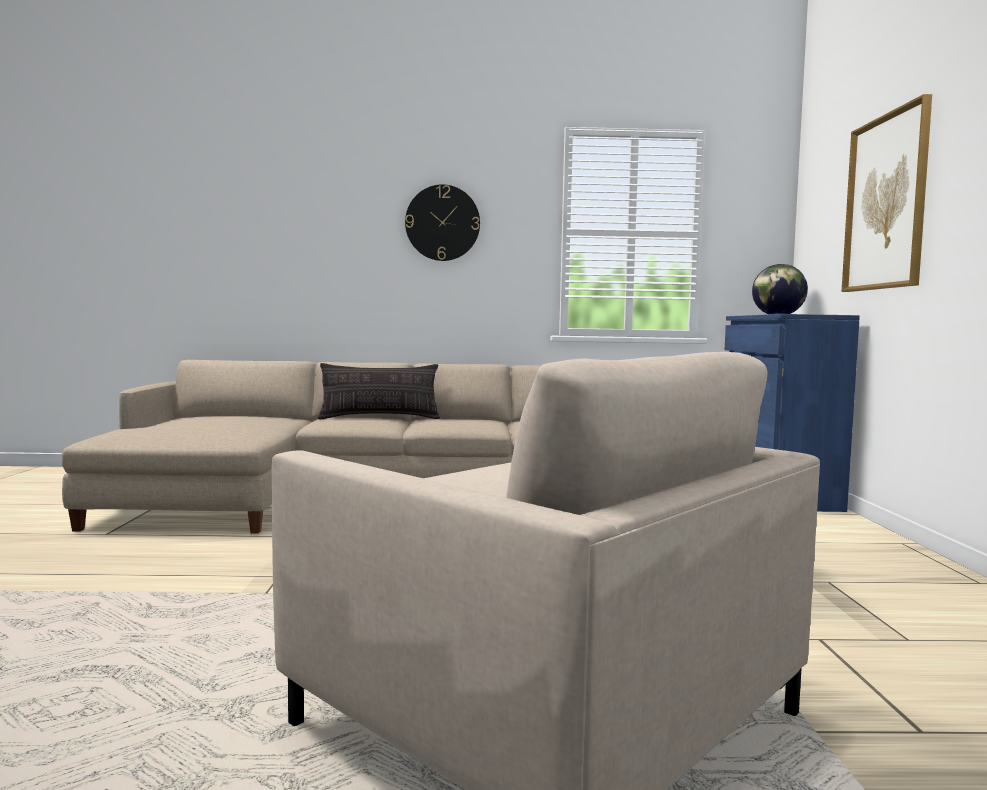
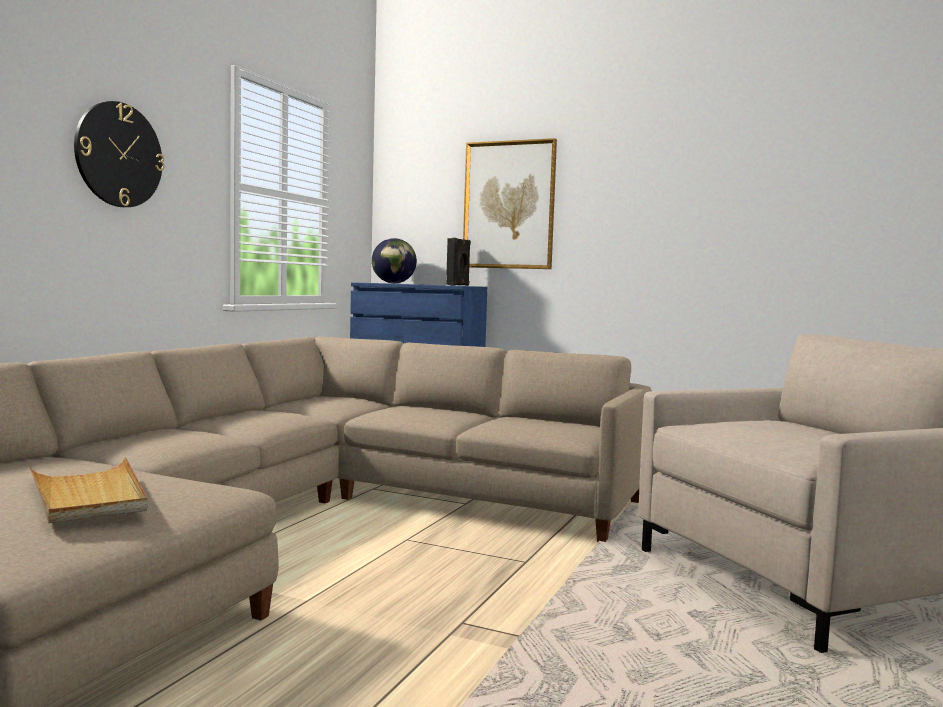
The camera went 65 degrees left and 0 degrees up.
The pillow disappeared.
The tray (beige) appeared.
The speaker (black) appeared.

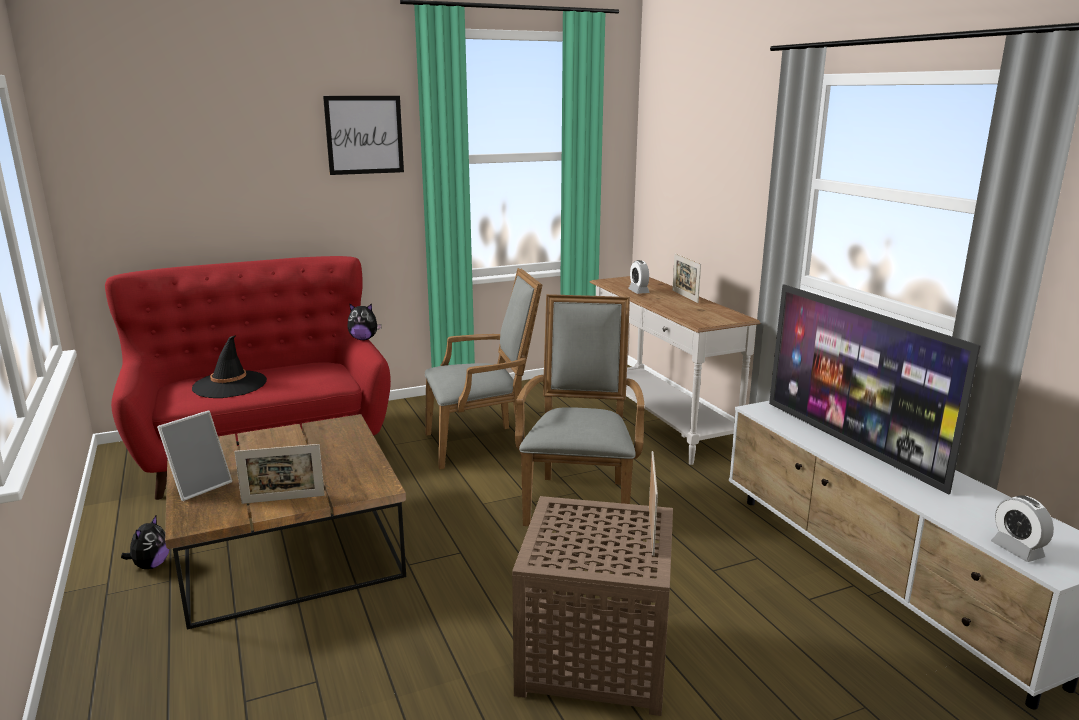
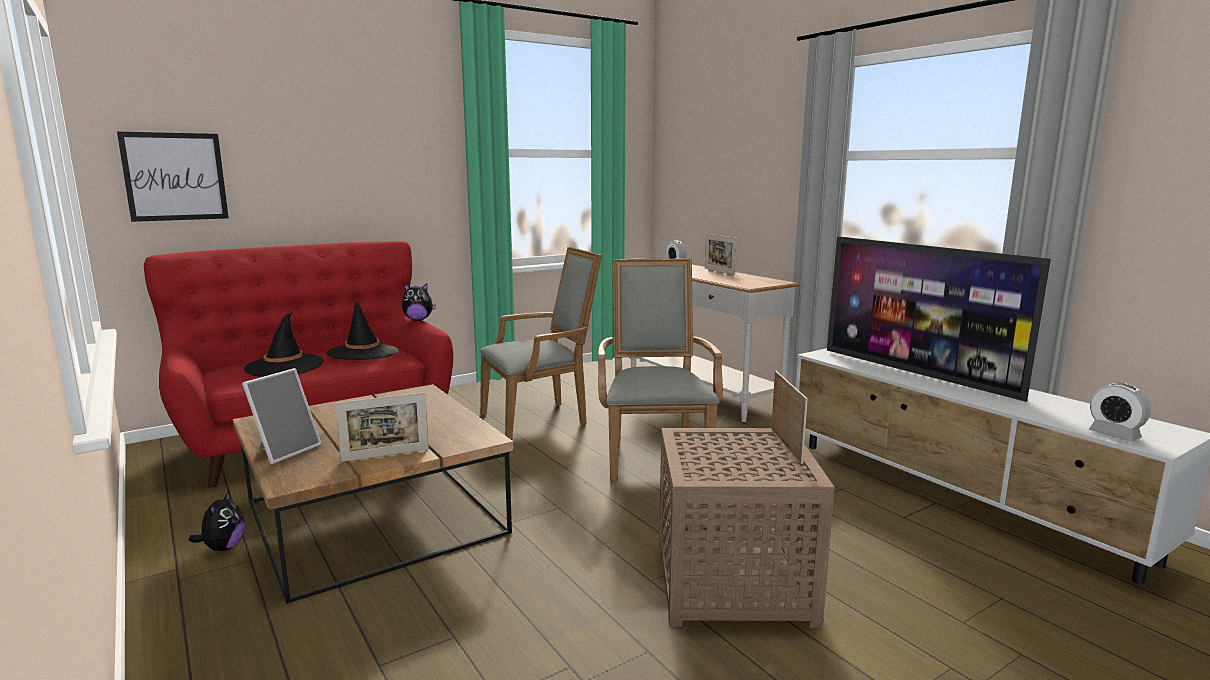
The camera went 10 degrees left and 5 degrees down.
The hat (black) (2nd from left) appeared.
The picture moved.

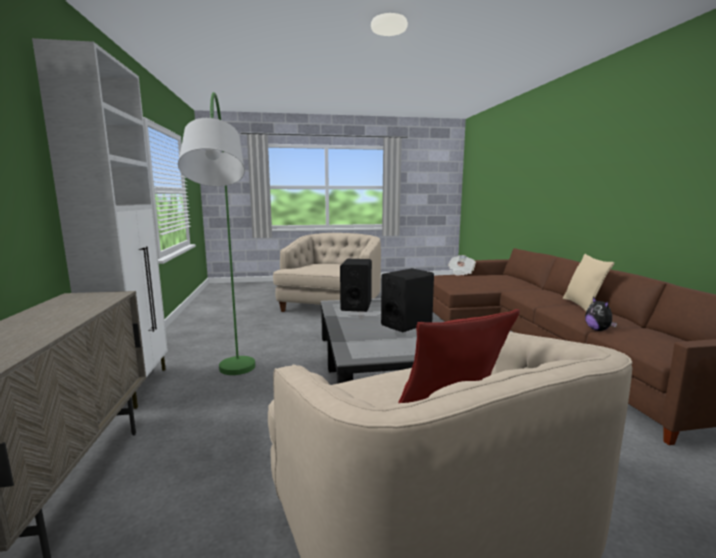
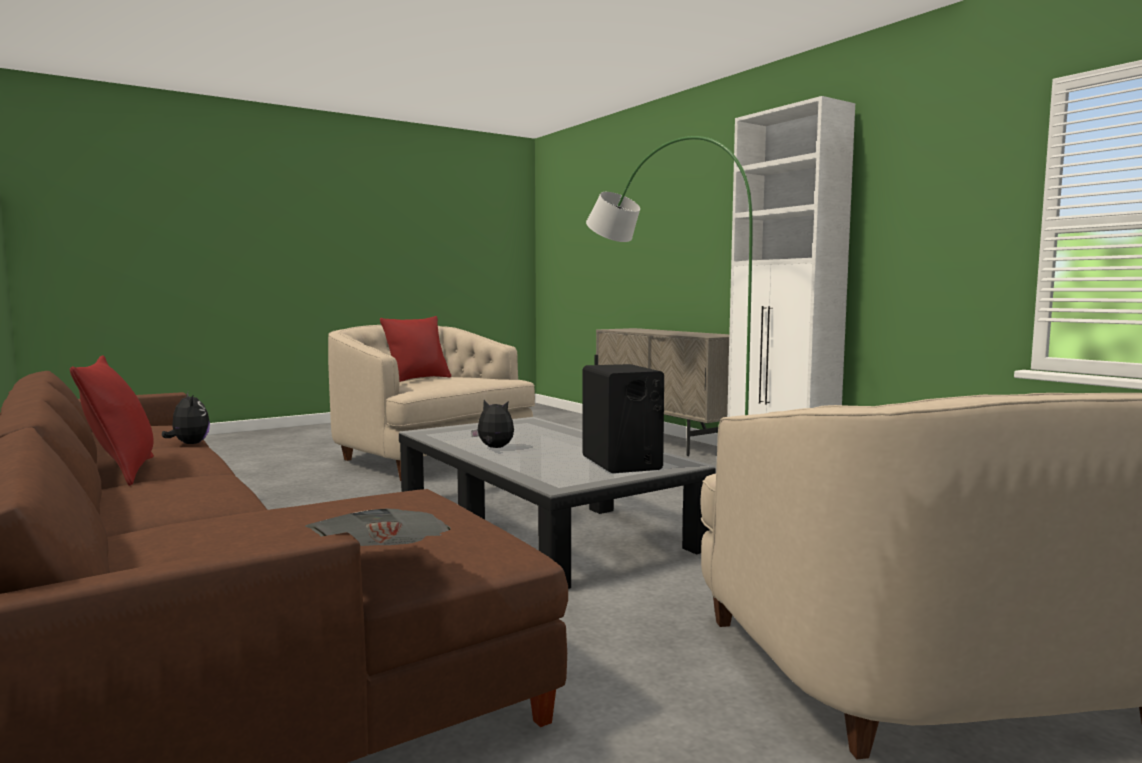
The camera went 155 degrees right and 5 degrees down.
The speaker (black) (2nd from left) was replaced by the plush toy (2nd from left).
The pillow (beige) became the pillow (red) (1st from left).

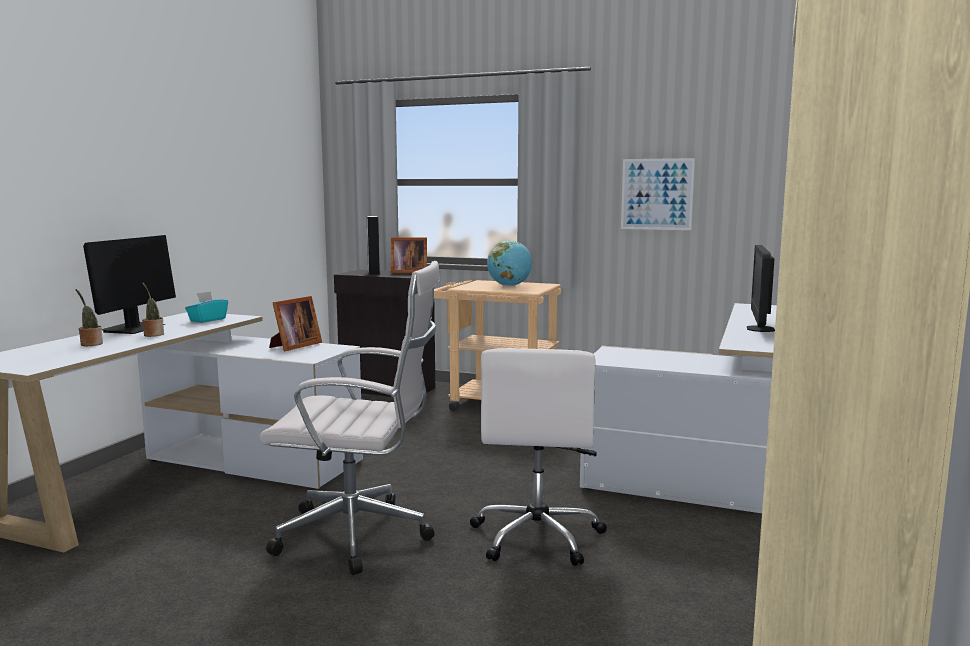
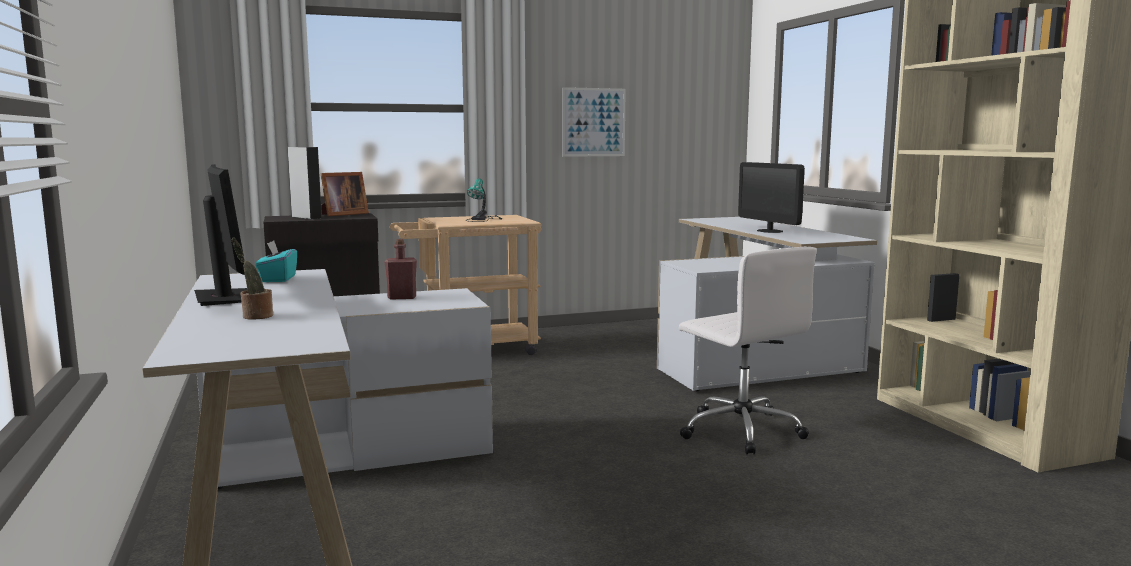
The camera went 40 degrees left and 0 degrees up.
The potted plant (2nd from left) disappeared.
The office chair (white) (1st from left) disappeared.
The picture frame (1st from left) was replaced by the bottle (red).
The globe was replaced by the table lamp.

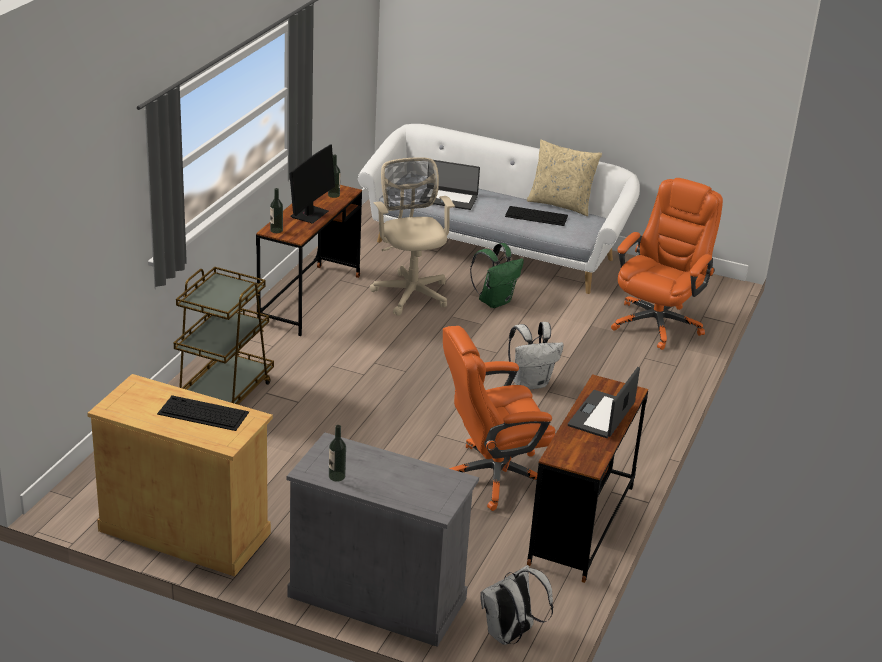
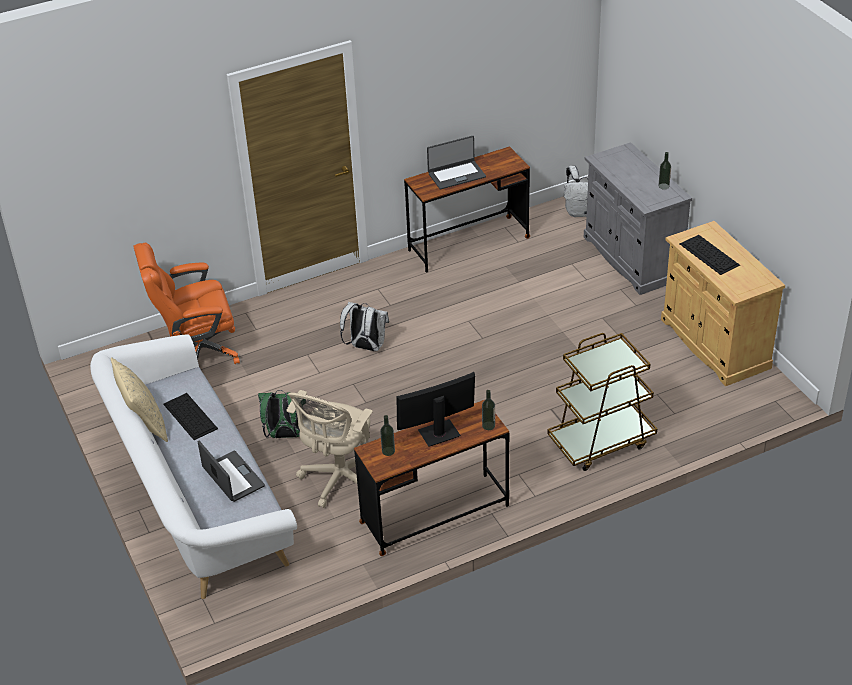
The camera went 135 degrees left and 10 degrees up.
The office chair (orange) (1st from left) disappeared.

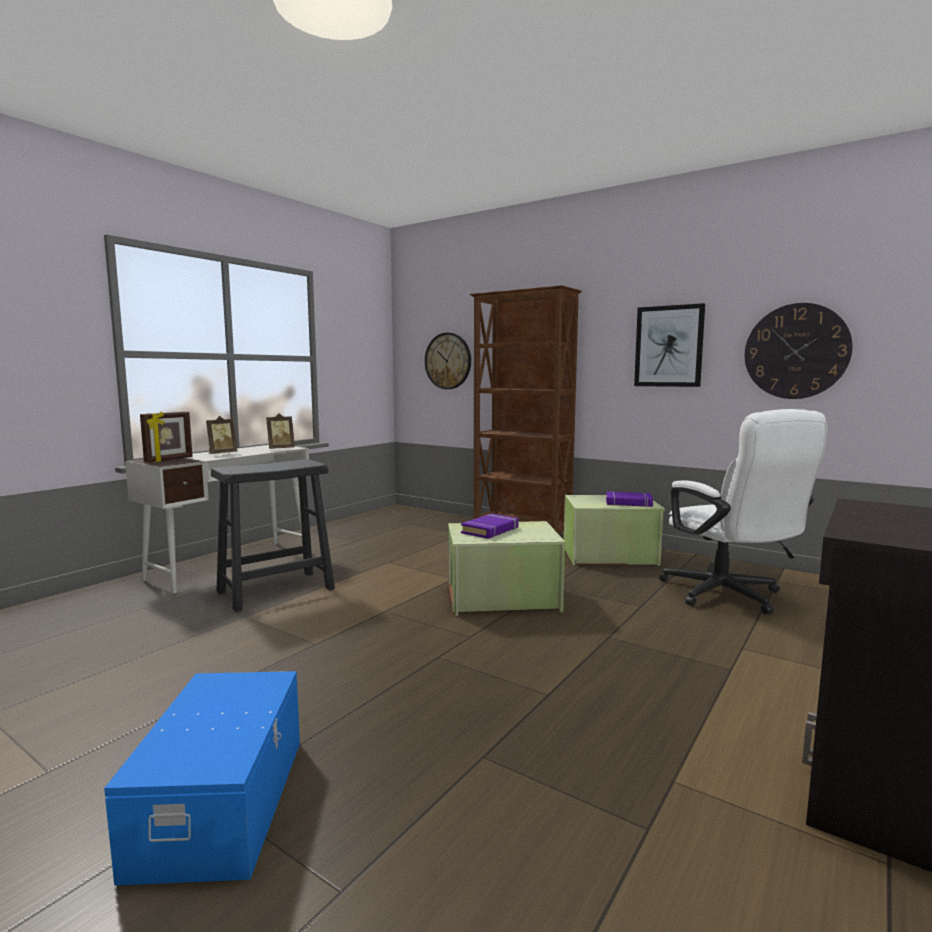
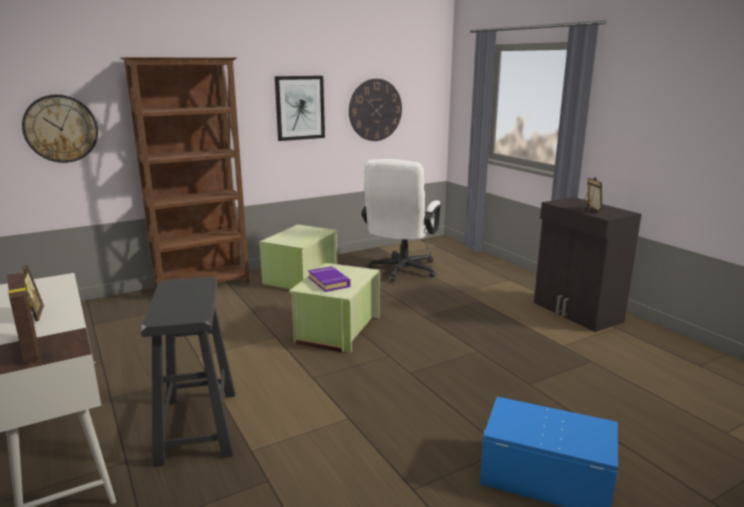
The camera went 65 degrees left and 10 degrees up.
The book (purple) (2nd from left) disappeared.
The picture frame (3rd from left) moved.
The office chair (white) turned 105 degrees clockwise.

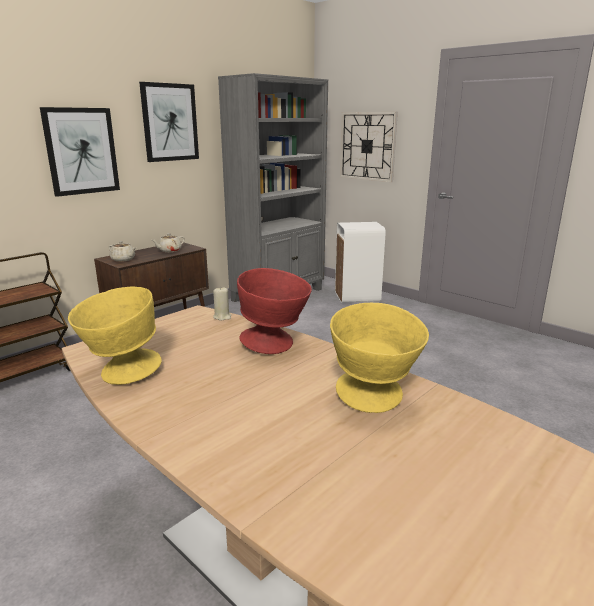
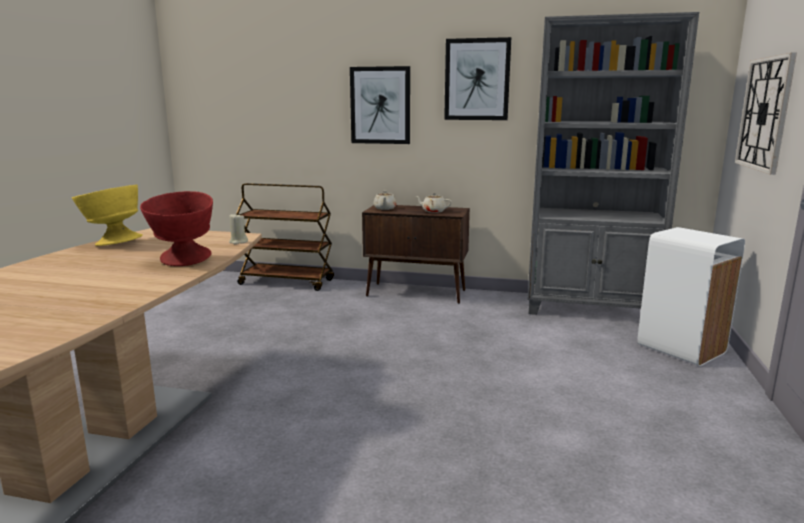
The camera went 60 degrees right and 5 degrees down.
The bowl (yellow) (2nd from left) disappeared.

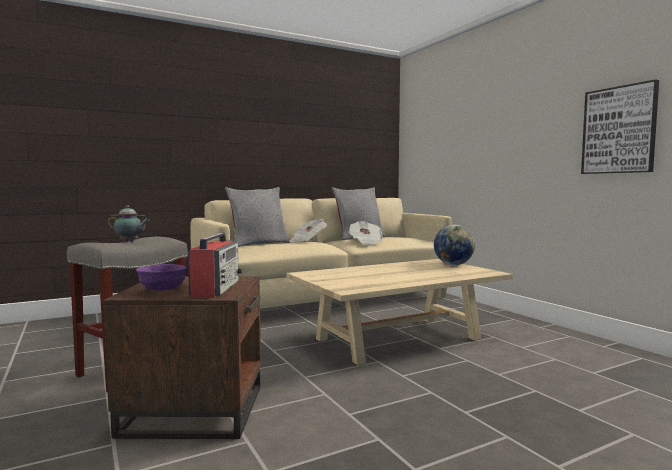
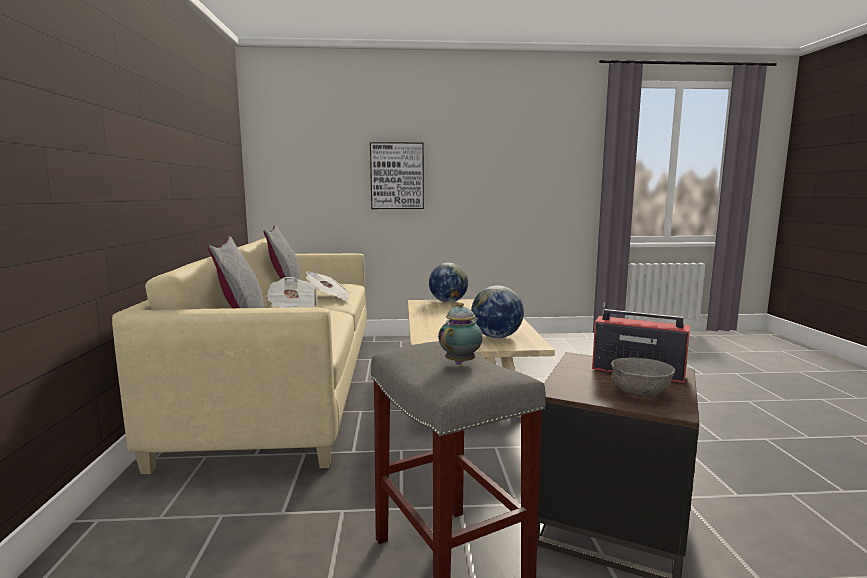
The camera went 65 degrees left and 5 degrees up.
The globe (2nd from left) appeared.
The picture moved.
The bowl (purple) became the bowl (grey).

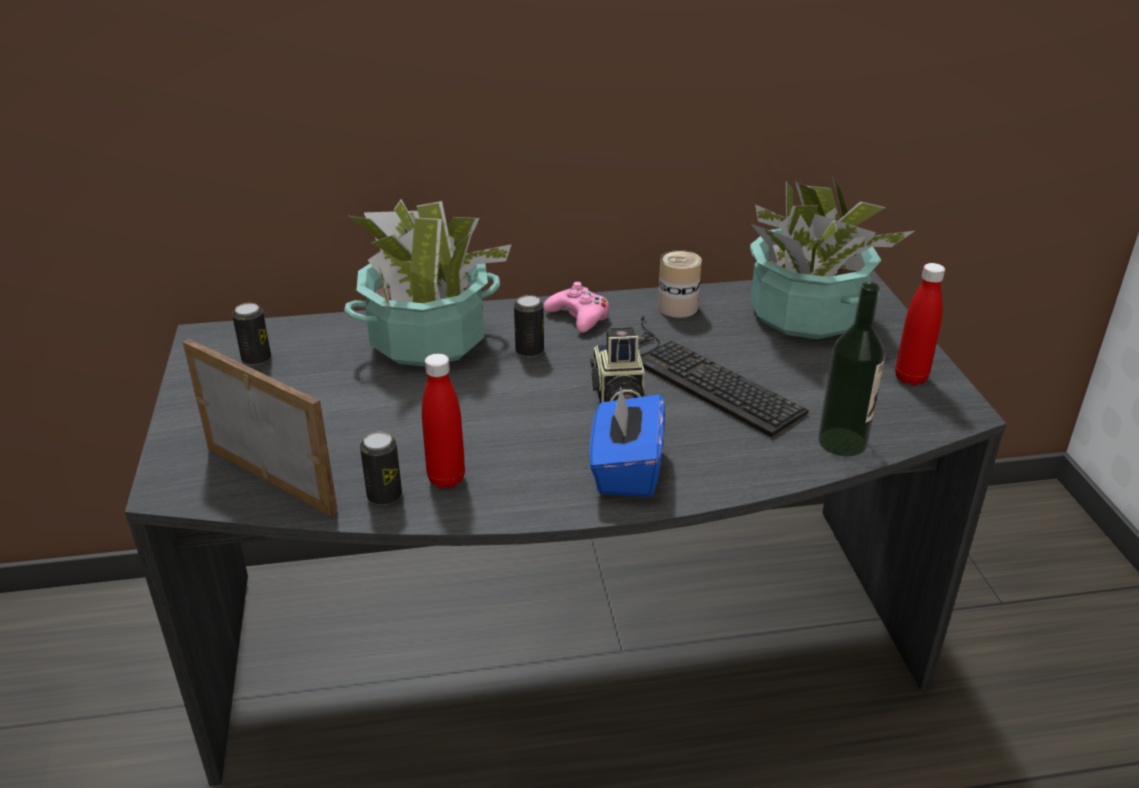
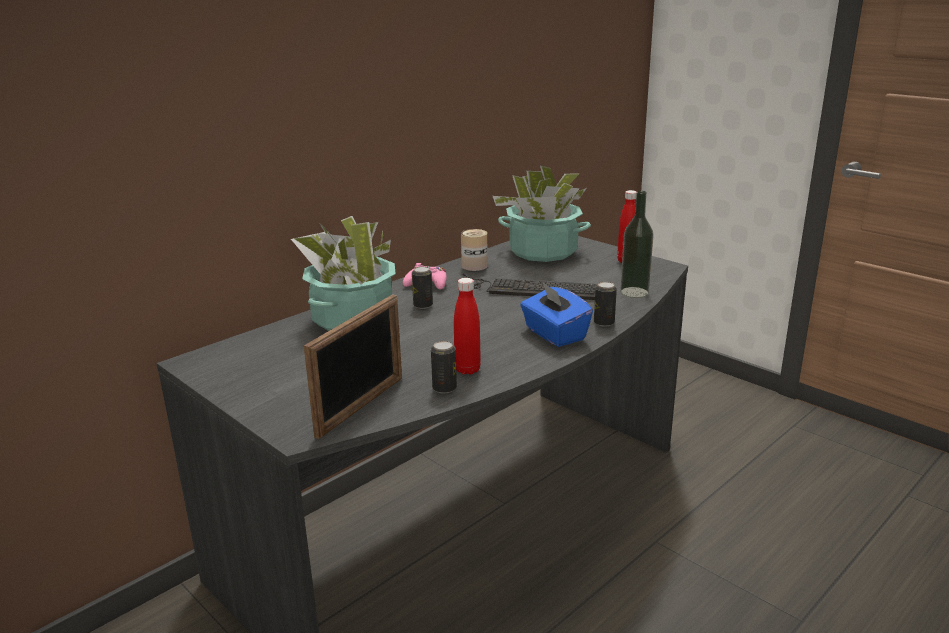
The camera went 35 degrees left and 10 degrees down.
The photo camera disappeared.
The can (1st from left in the first image) moved.
The picture frame turned 120 degrees clockwise.

